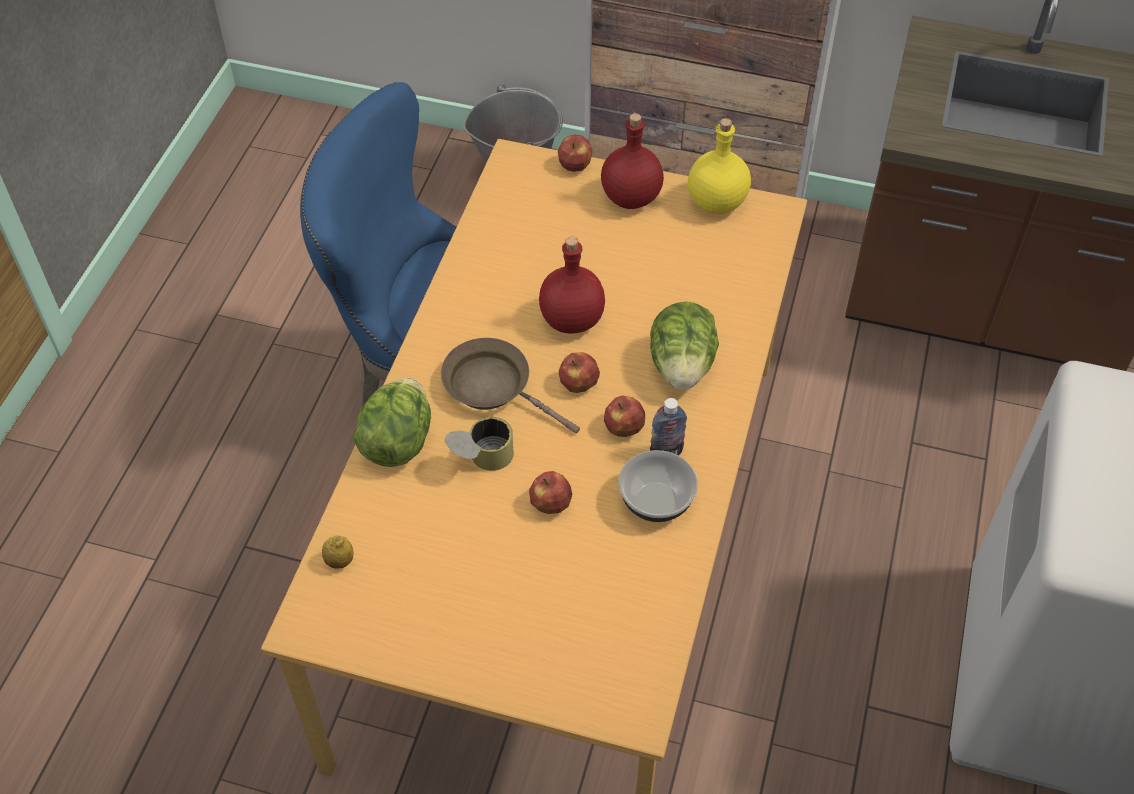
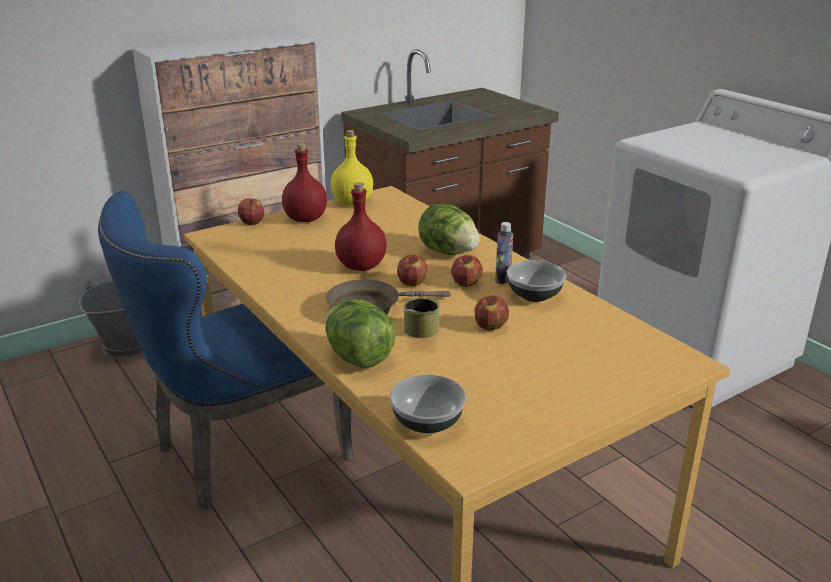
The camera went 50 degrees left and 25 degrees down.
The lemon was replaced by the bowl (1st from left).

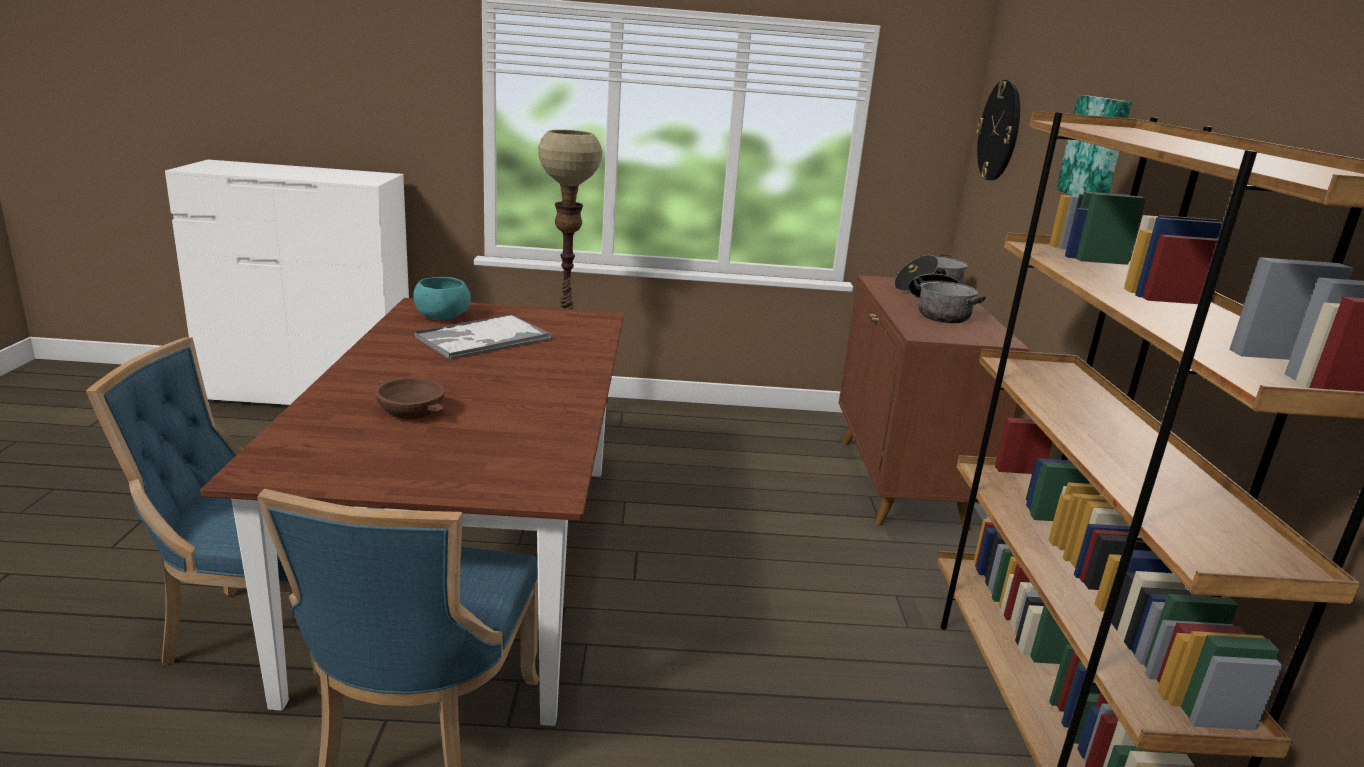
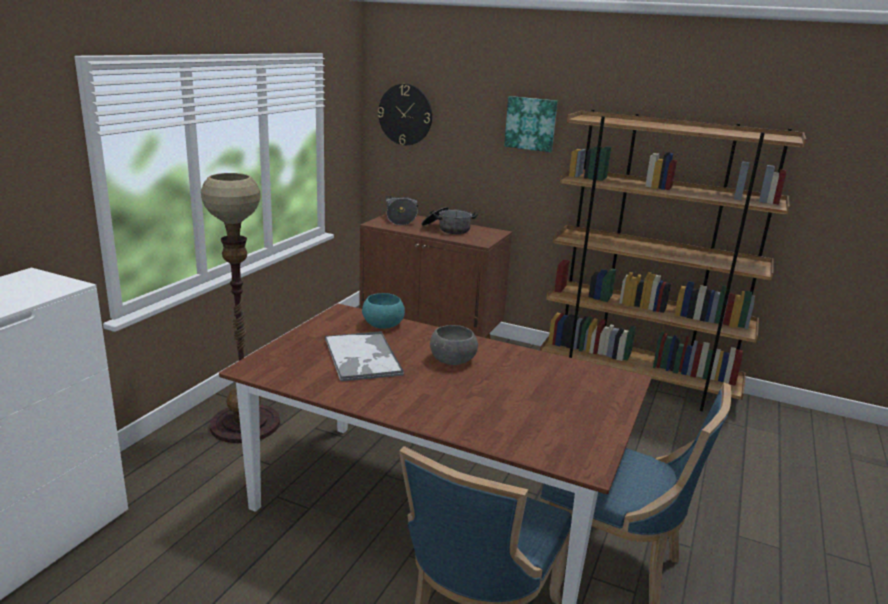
The camera went 65 degrees left and 0 degrees up.
The bowl (brown) disappeared.
The bowl (grey) appeared.
The bowl (turquoise) moved.

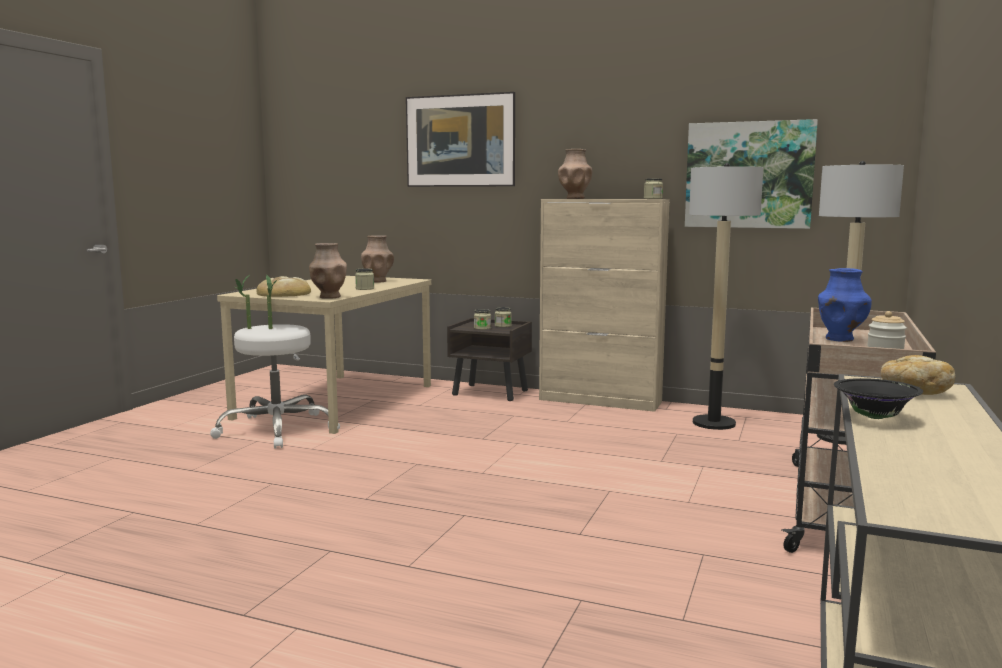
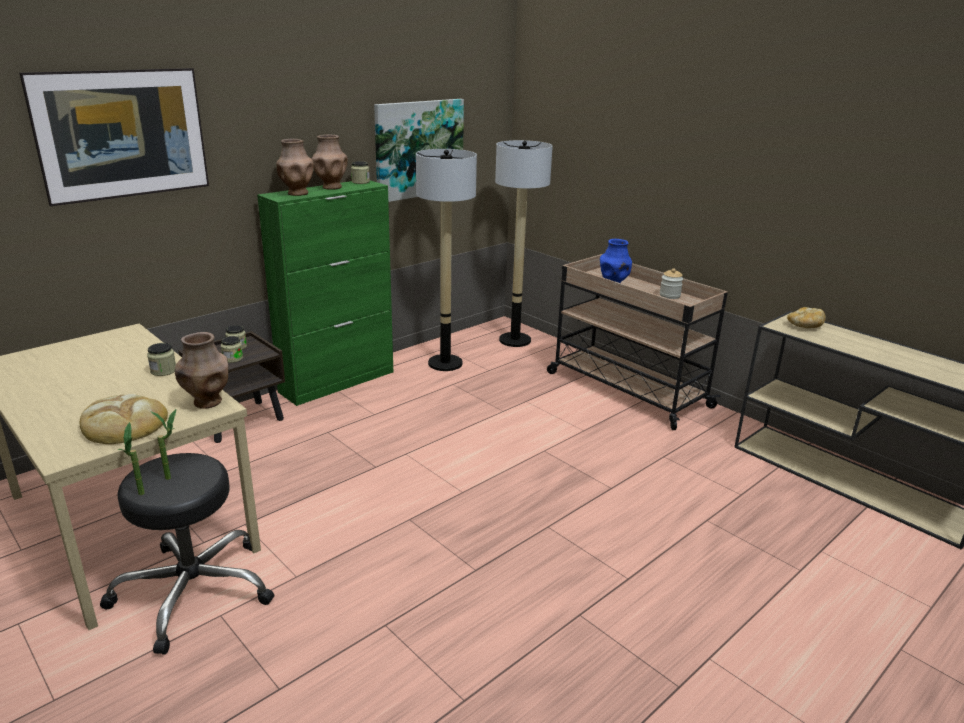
The camera went 65 degrees left and 15 degrees up.
The bowl (black) disappeared.
The vase (brown) (2nd from left in the first image) moved.
The stool (white) became the stool (black).
The cabinet (beige) became the cabinet (green).

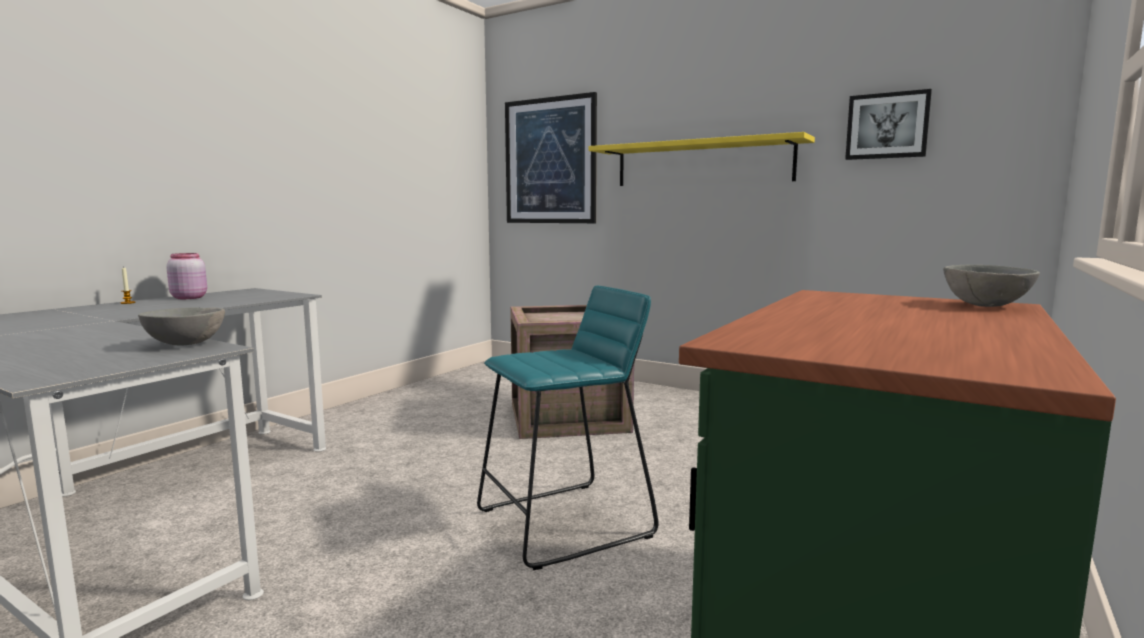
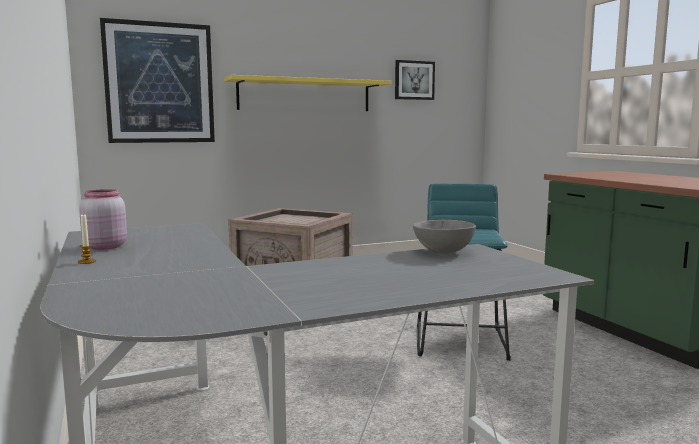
The camera went 55 degrees left and 0 degrees up.
The bowl (grey) (2nd from left) disappeared.

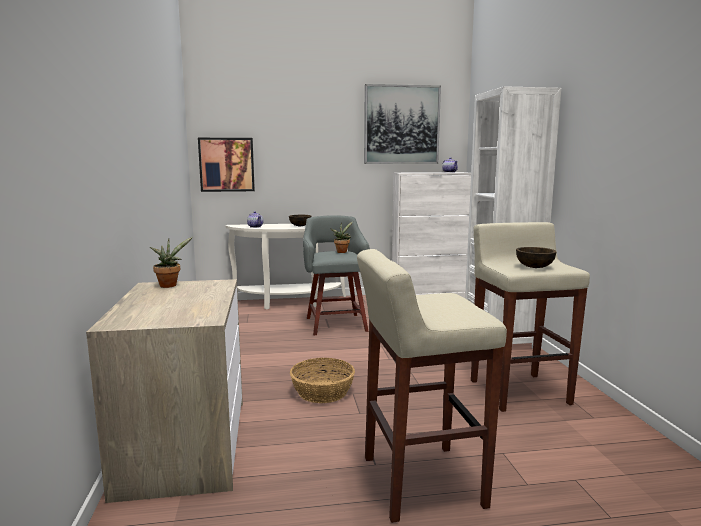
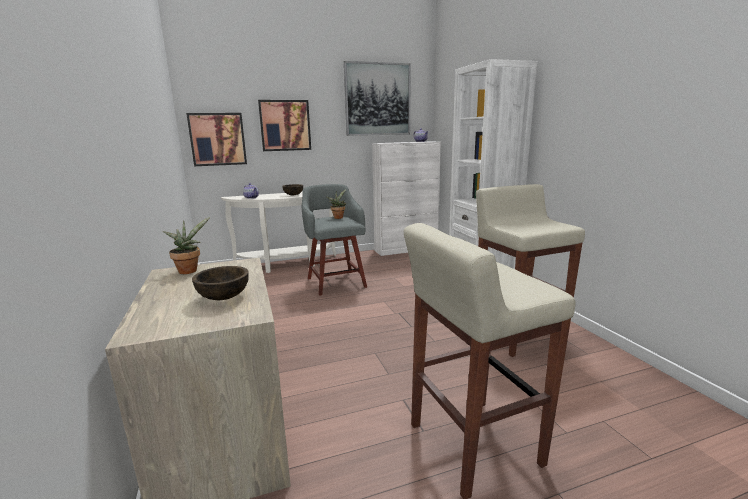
The camera went 10 degrees left and 5 degrees up.
The basket disappeared.
The picture (2nd from left) appeared.
The bowl (brown) (2nd from left in the first image) moved.

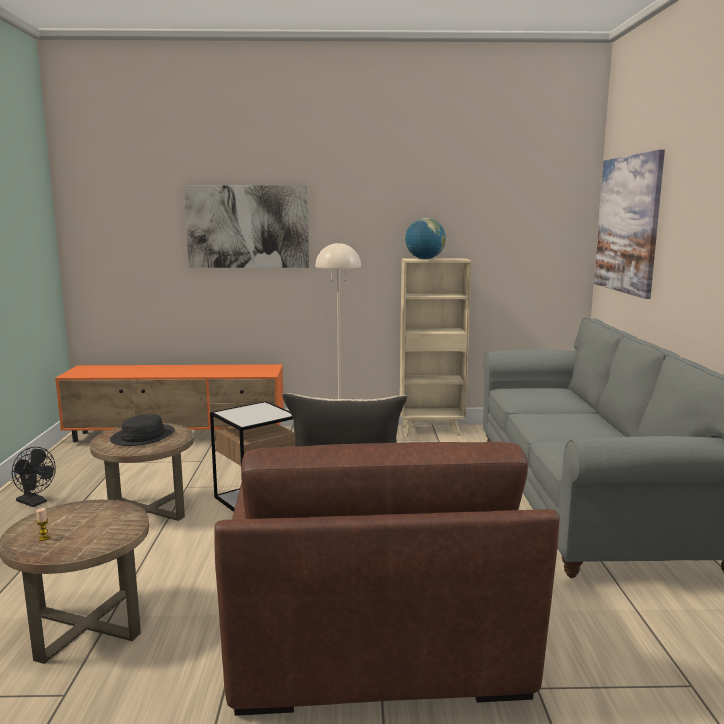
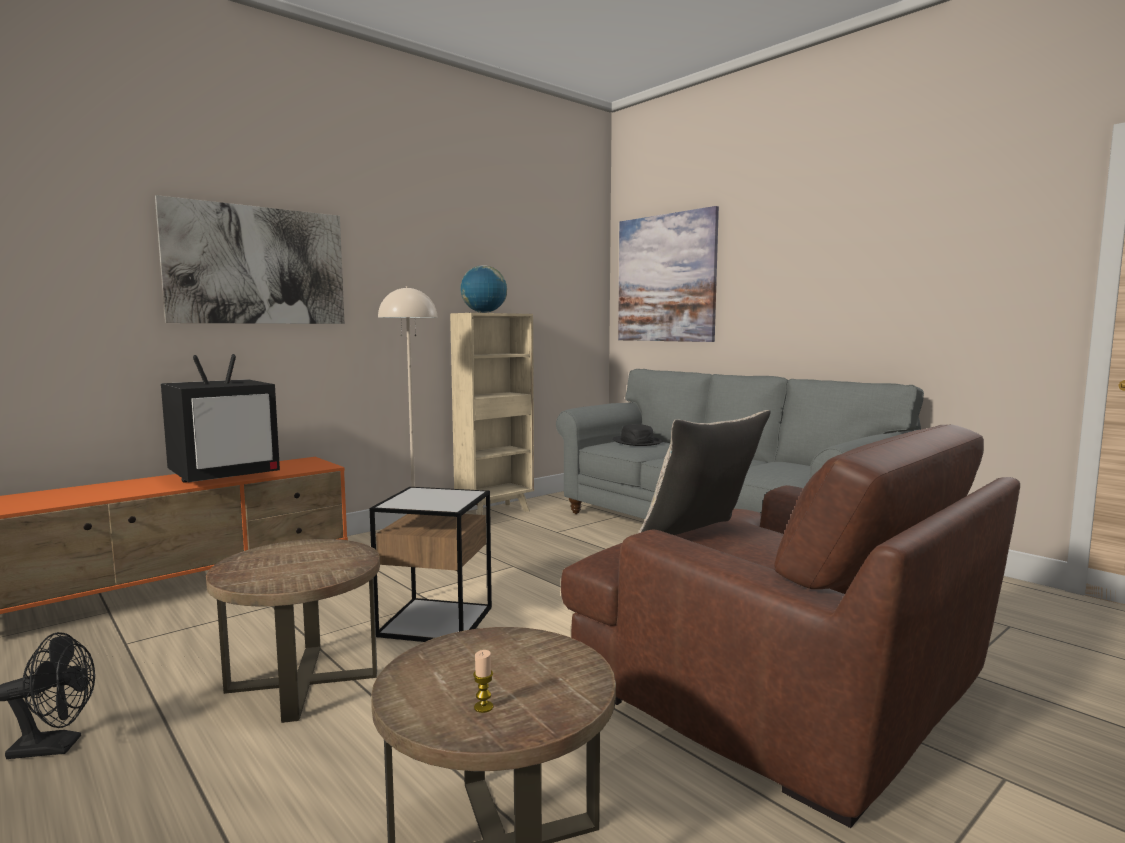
The camera went 40 degrees left and 5 degrees down.
The television appeared.
The hat (black) moved.

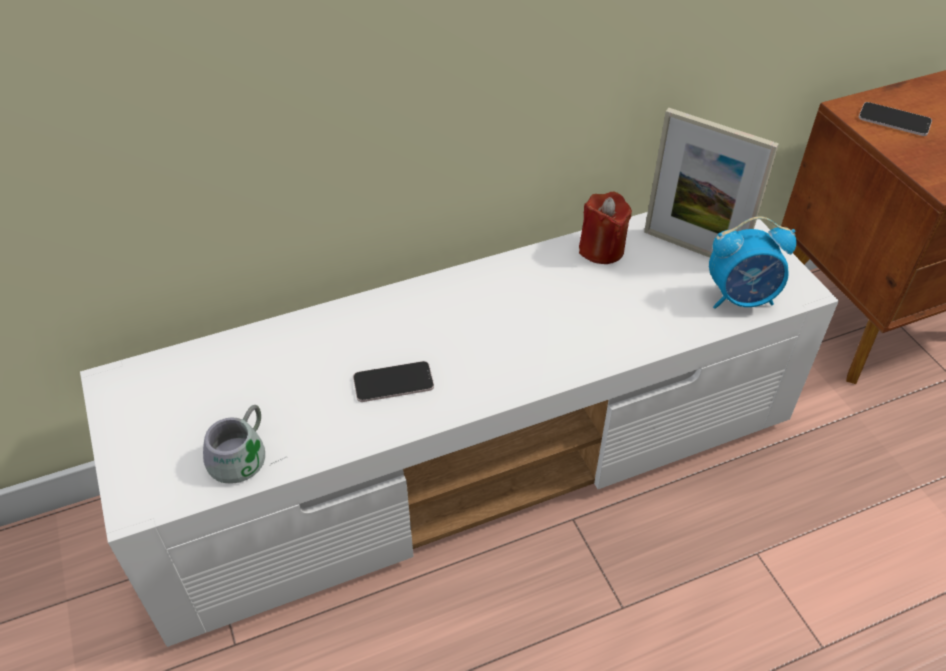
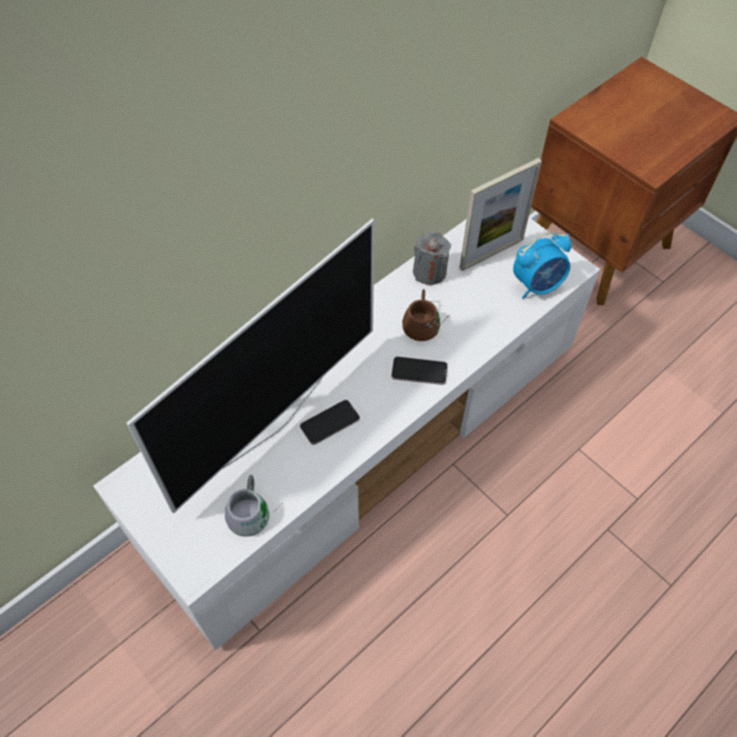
The camera went 20 degrees left and 10 degrees up.
The television appeared.
The mug (brown) appeared.
The phone (2nd from left) moved.
The candle (red) became the candle (grey).
The picture frame turned 45 degrees counterclockwise.

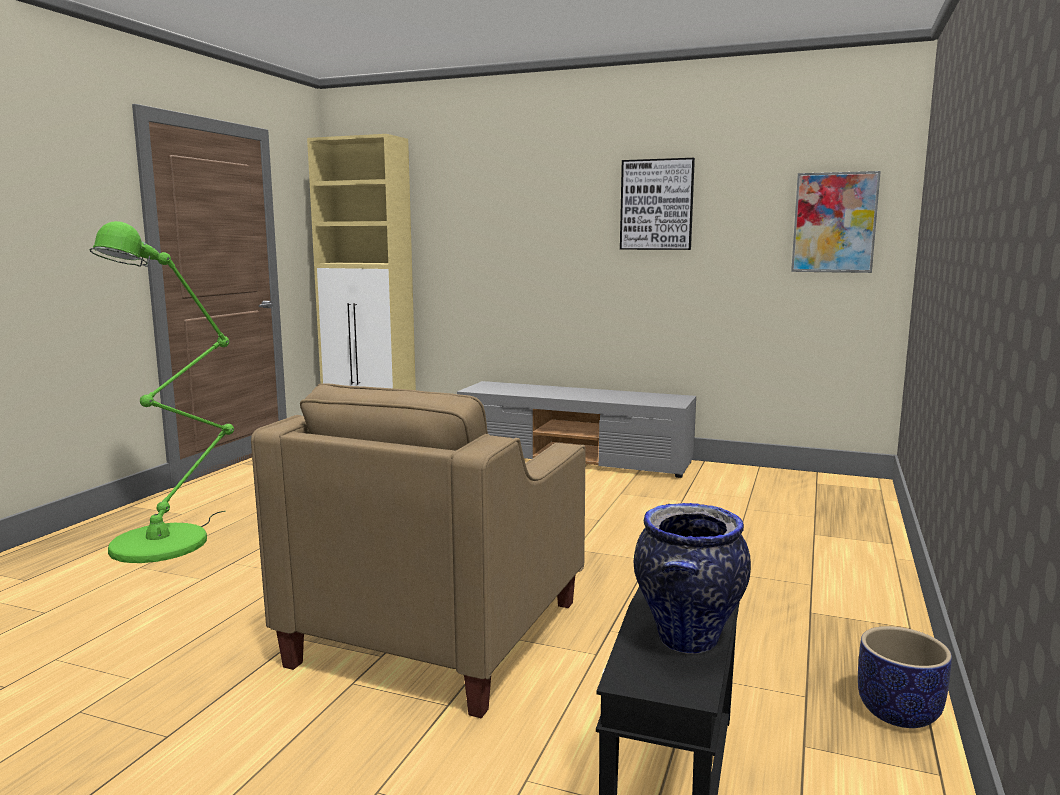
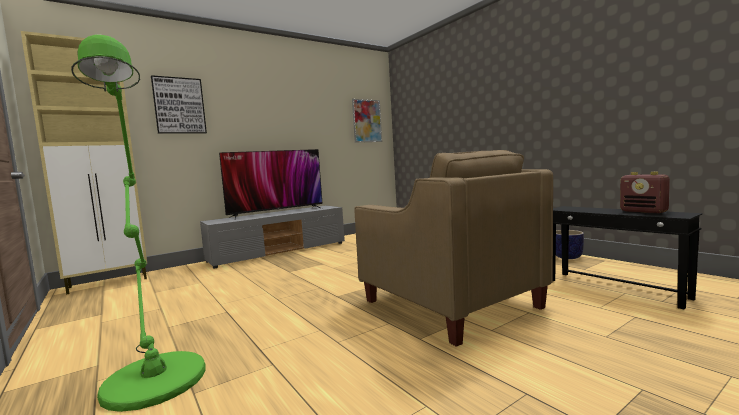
The camera went 55 degrees left and 5 degrees down.
The television appeared.
The picture (1st from left) moved.
The vase was replaced by the radio.

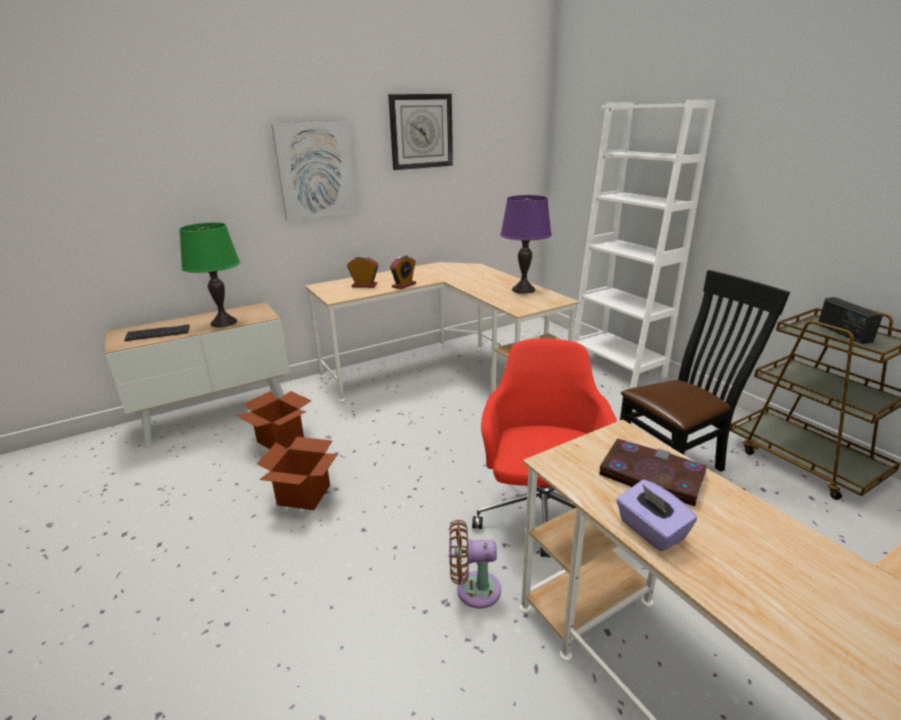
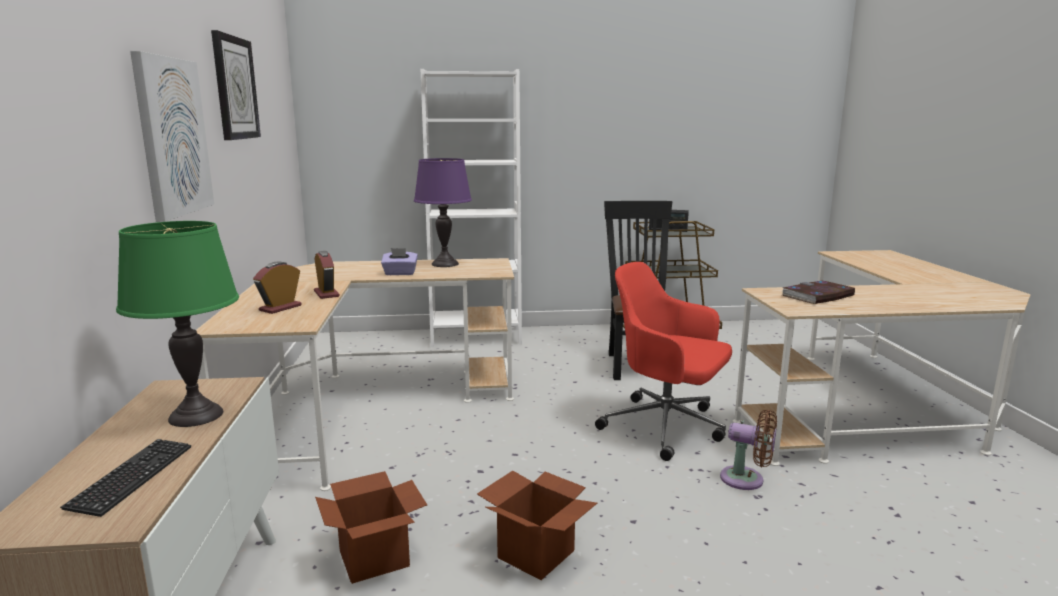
The camera went 65 degrees left and 10 degrees down.
The tissue box (purple) moved.
The fan (brown) turned 90 degrees counterclockwise.

